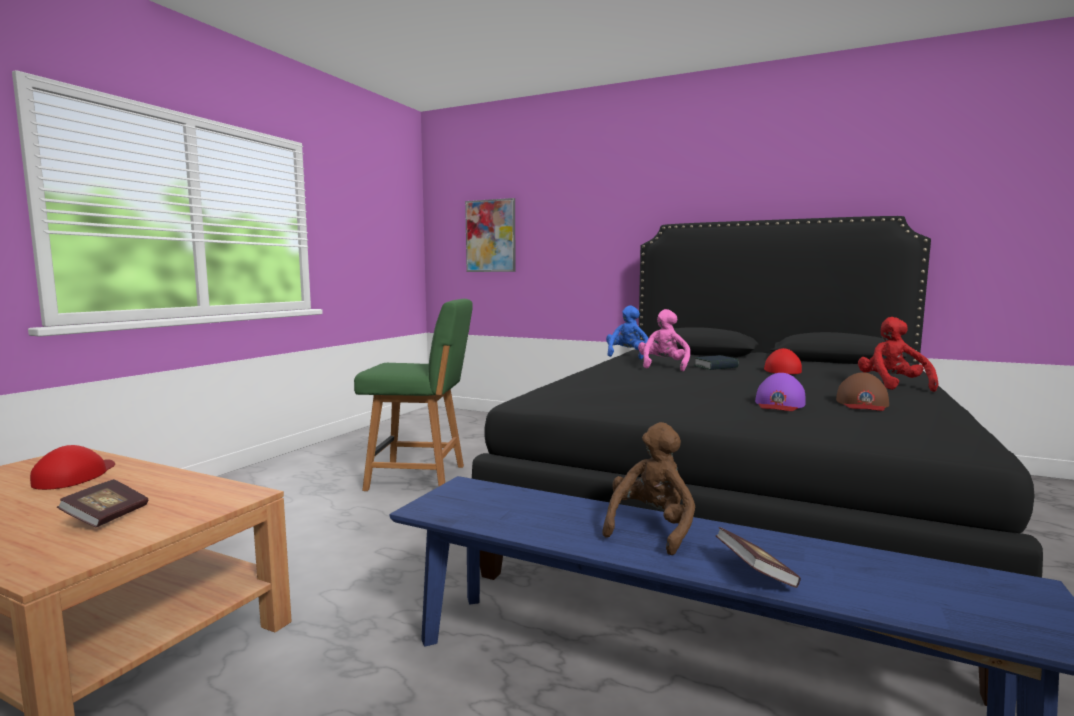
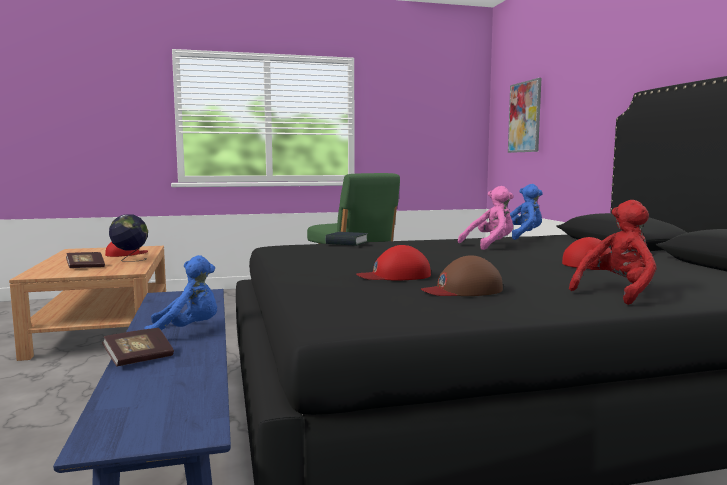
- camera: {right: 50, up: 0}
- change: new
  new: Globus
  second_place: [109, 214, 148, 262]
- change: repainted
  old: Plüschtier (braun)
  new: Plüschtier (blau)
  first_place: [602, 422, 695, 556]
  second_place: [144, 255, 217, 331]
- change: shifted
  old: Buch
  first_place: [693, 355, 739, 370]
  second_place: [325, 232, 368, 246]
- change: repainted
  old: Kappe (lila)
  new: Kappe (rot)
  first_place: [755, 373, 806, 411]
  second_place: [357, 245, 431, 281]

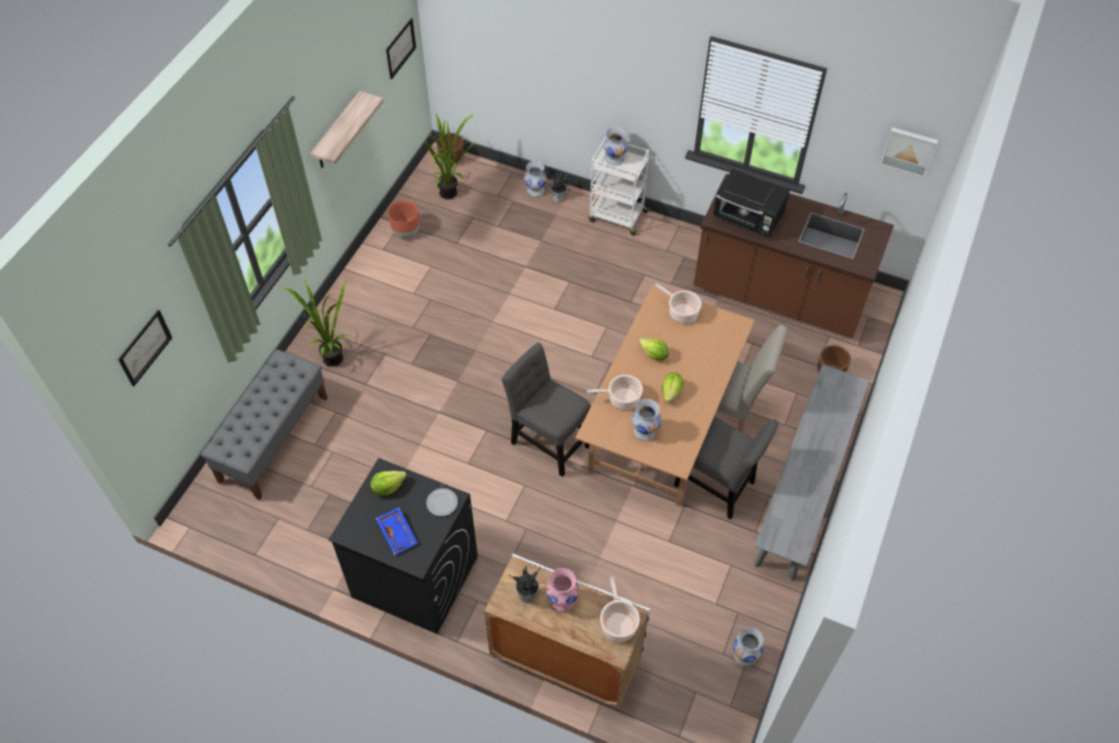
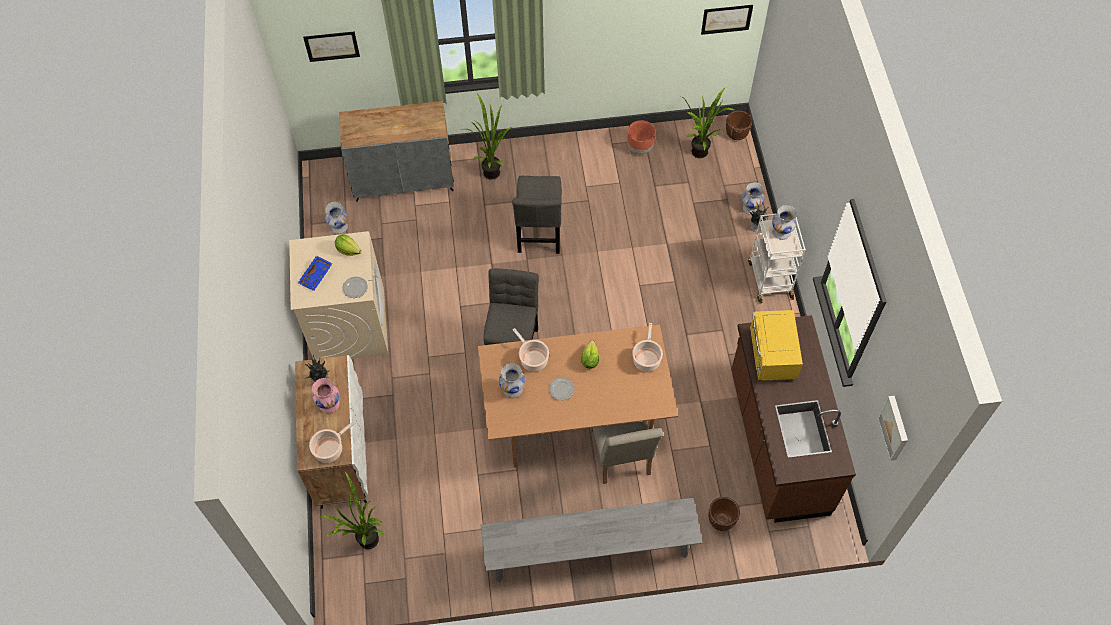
- camera: {right: 60, up: 5}
- change: repainted
  old: Waschmaschine (schwarz)
  new: Waschmaschine (beige)
  first_place: [328, 458, 478, 634]
  second_place: [289, 231, 388, 359]
- change: new
  new: Topfpflanze
  second_place: [321, 472, 384, 549]
- change: shifted
  old: Vase (weiß)
  first_place: [733, 627, 764, 666]
  second_place: [325, 202, 348, 234]
- change: swapped
  old: Bank (grau)
  new: Schrank (grau)
  first_place: [201, 349, 328, 500]
  second_place: [339, 101, 454, 202]
- change: shifted
  old: Stuhl (grau)
  first_place: [674, 416, 779, 519]
  second_place: [512, 176, 562, 254]
- change: swapped
  old: Salatkopf
  new: Teller
  first_place: [662, 373, 684, 403]
  second_place: [549, 377, 575, 401]
- change: repainted
  old: Mikrowelle (schwarz)
  new: Mikrowelle (gelb)
  first_place: [713, 169, 790, 237]
  second_place: [750, 310, 803, 381]
- change: gone
  old: Wandregal
  first_place: [310, 91, 384, 168]

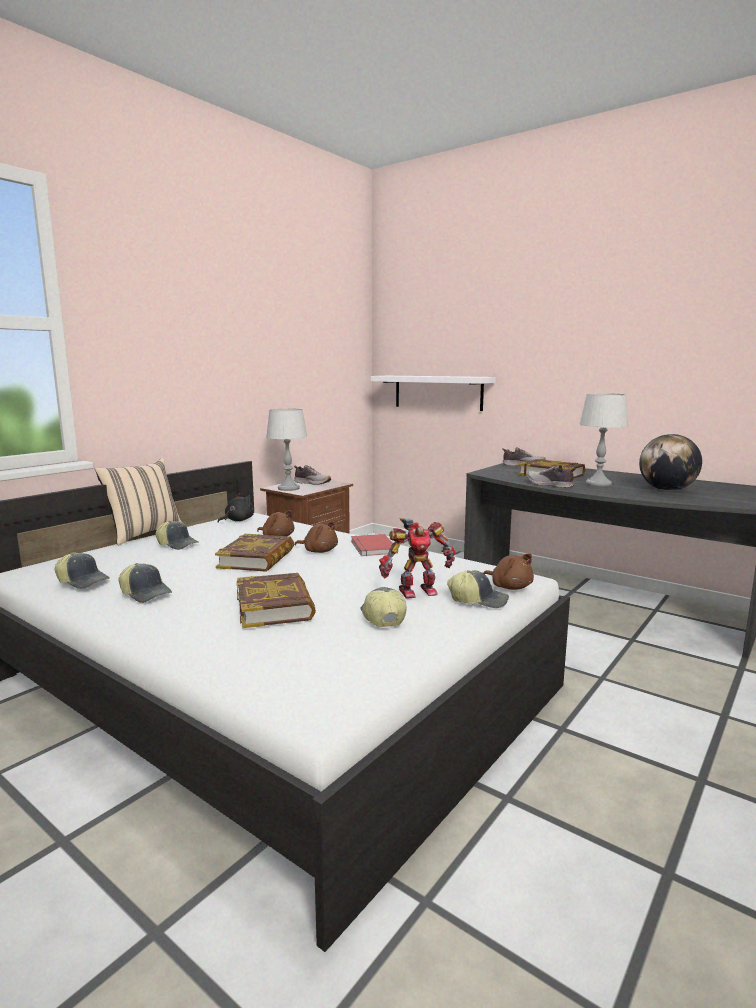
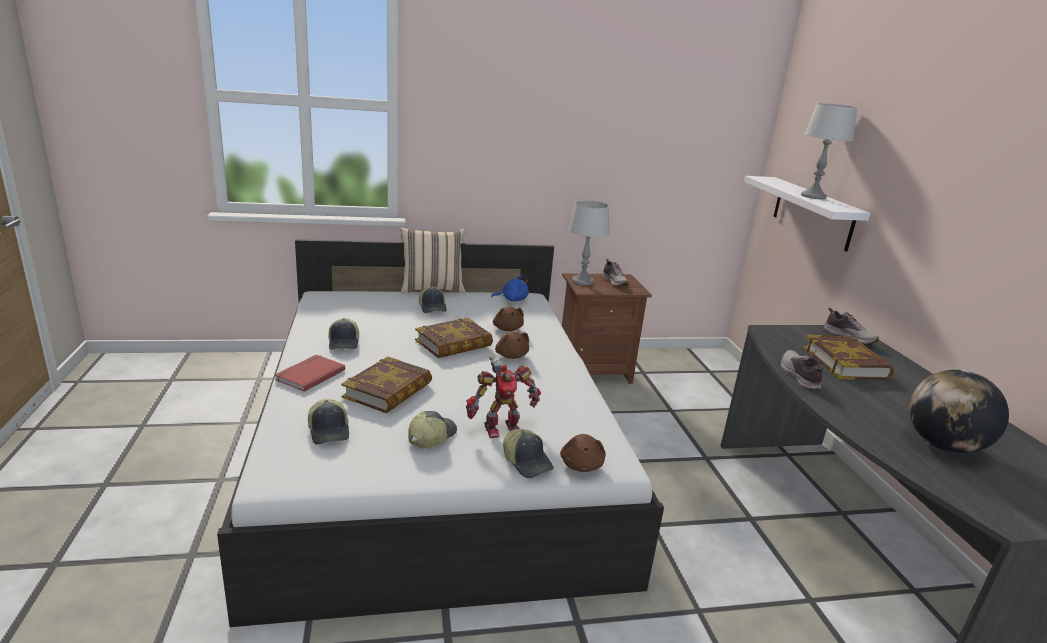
- camera: {right: 40, up: 10}
- change: shifted
  old: Buch (rot)
  first_place: [351, 534, 398, 556]
  second_place: [275, 355, 345, 392]
- change: shifted
  old: Kappe
  first_place: [55, 553, 110, 589]
  second_place: [308, 399, 349, 445]
- change: rotated
  old: Spielzeugroboter
  first_place: [379, 518, 456, 599]
  second_place: [466, 356, 541, 438]
  degrees: -45
- change: repainted
  old: Plüschtier (schwarz)
  new: Plüschtier (blau)
  first_place: [217, 493, 254, 523]
  second_place: [491, 275, 529, 301]
- change: shifted
  old: Tischlampe (grau)
  first_place: [579, 393, 628, 486]
  second_place: [801, 103, 857, 199]

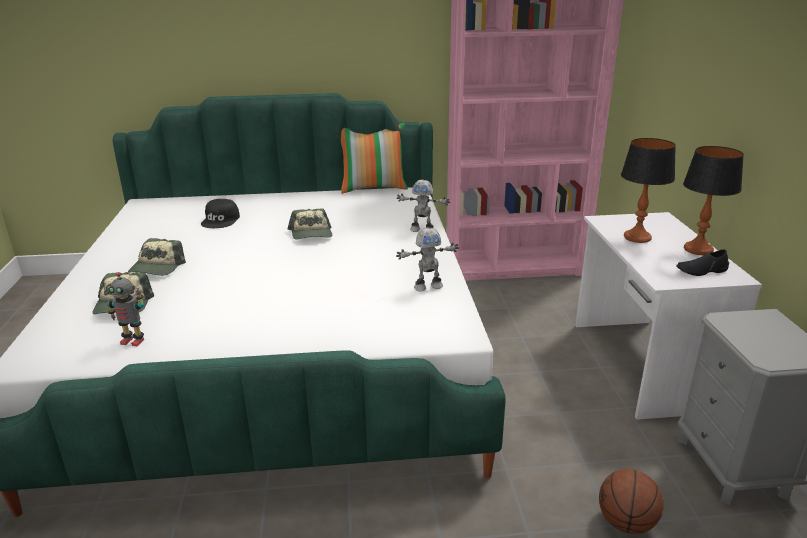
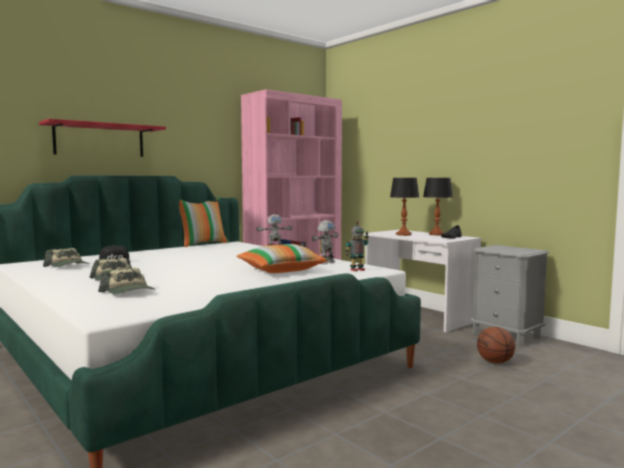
- camera: {right: -35, up: -20}
- change: new
  new: Wandregal (rot)
  second_place: [39, 119, 166, 157]
- change: shifted
  old: Kappe
  first_place: [287, 209, 332, 240]
  second_place: [43, 248, 89, 267]
- change: new
  new: Kissen
  second_place: [237, 244, 328, 273]
- change: shifted
  old: Spielzeugroboter
  first_place: [107, 272, 144, 347]
  second_place: [345, 221, 369, 271]

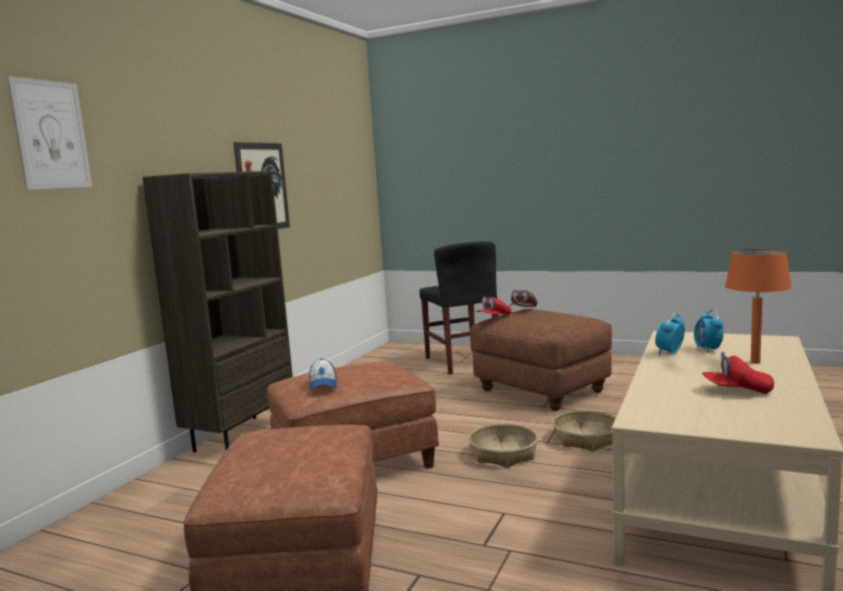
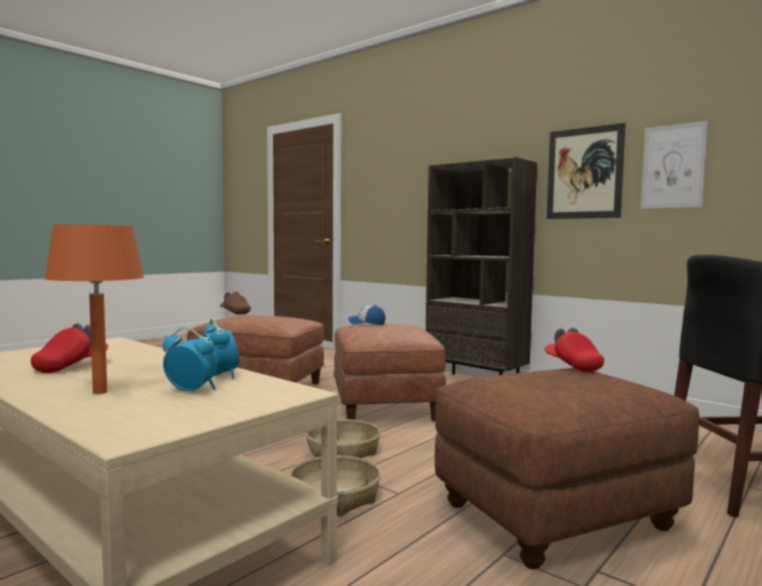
- camera: {right: 105, up: -5}
- change: shifted
  old: Kappe (braun)
  first_place: [510, 290, 537, 307]
  second_place: [220, 292, 251, 315]
- change: shifted
  old: Bild
  first_place: [7, 76, 92, 190]
  second_place: [641, 121, 708, 209]

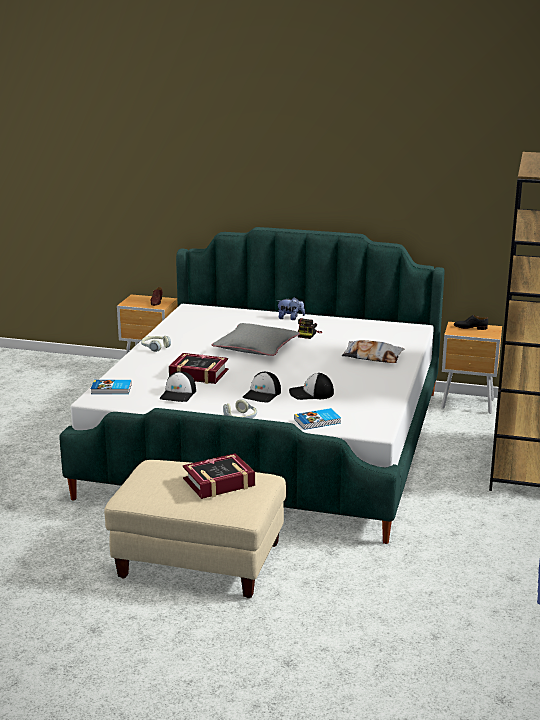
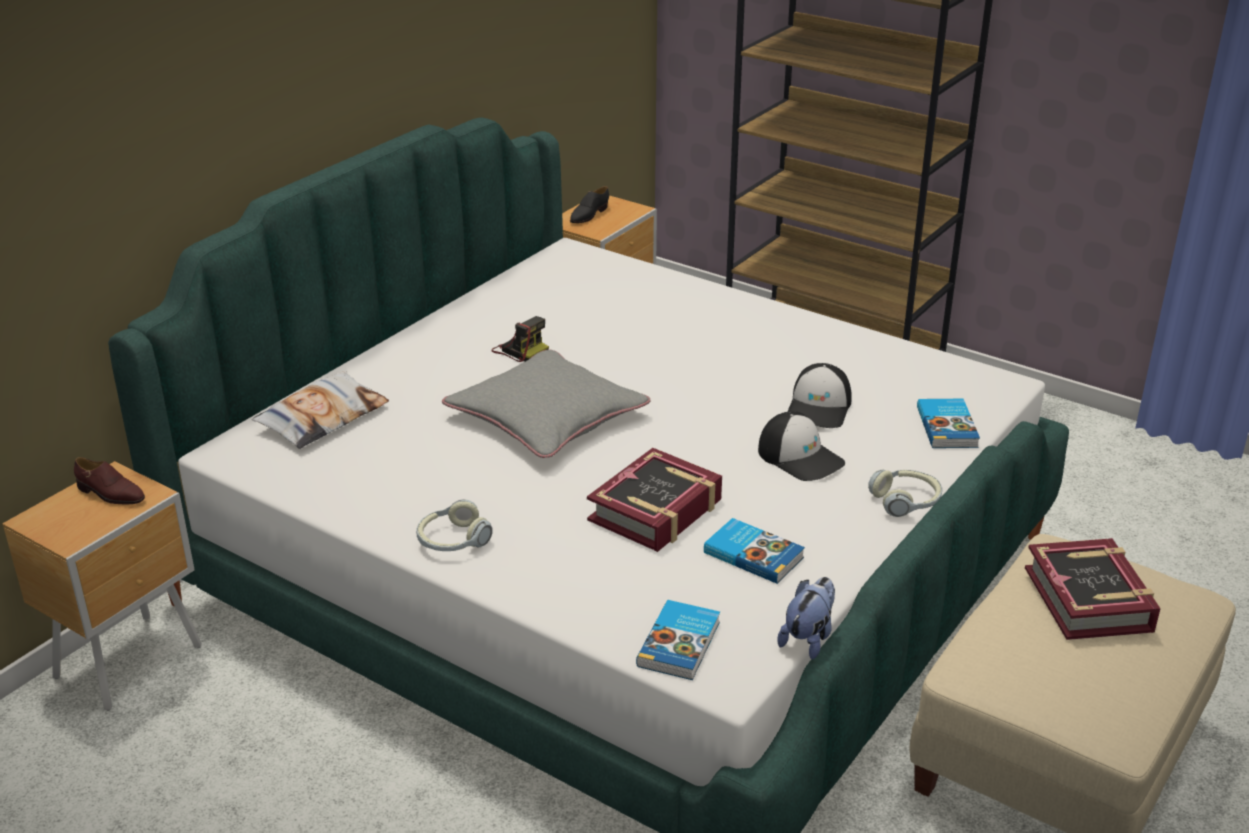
- camera: {right: -70, up: 10}
- change: shifted
  old: Kissen
  first_place: [342, 340, 404, 363]
  second_place: [252, 371, 389, 449]
- change: swapped
  old: Kappe
  new: Buch
  first_place: [160, 371, 196, 402]
  second_place: [704, 518, 805, 584]
- change: shifted
  old: Plüschtier
  first_place: [278, 297, 305, 320]
  second_place: [777, 577, 835, 659]

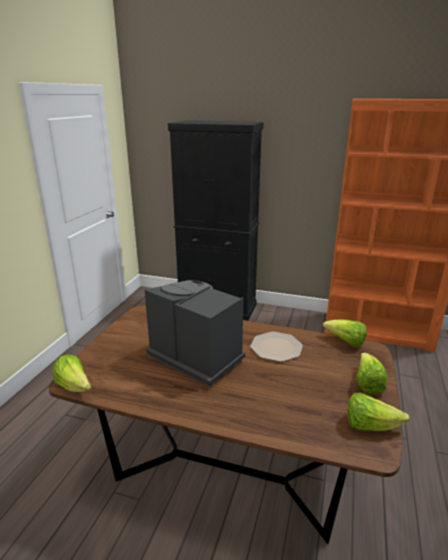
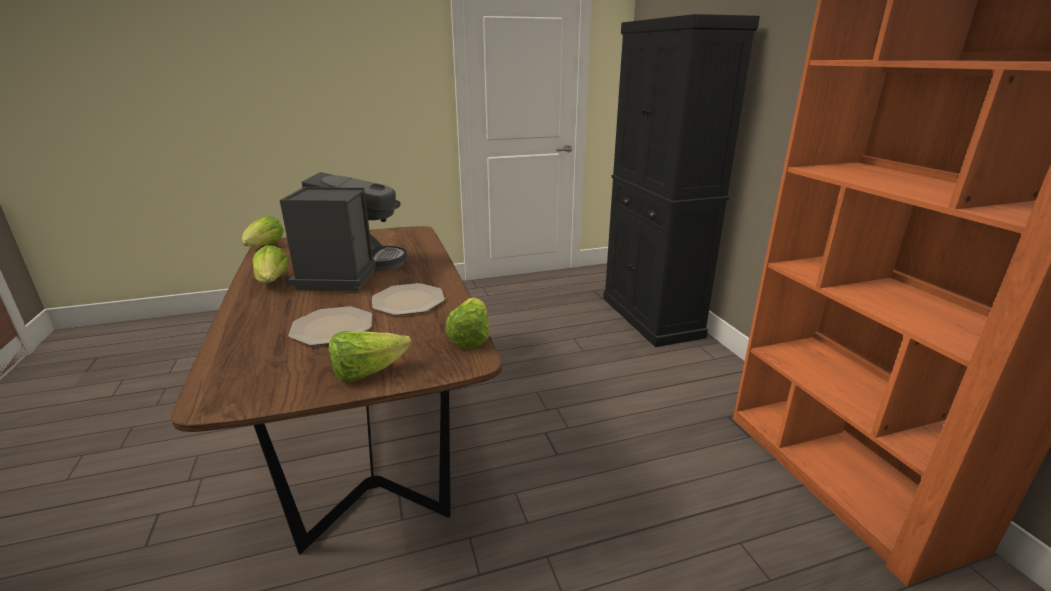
- camera: {right: 55, up: 0}
- change: shifted
  old: Salatkopf
  first_place: [348, 393, 410, 431]
  second_place: [253, 245, 289, 284]
- change: new
  new: Teller
  second_place: [288, 306, 372, 346]

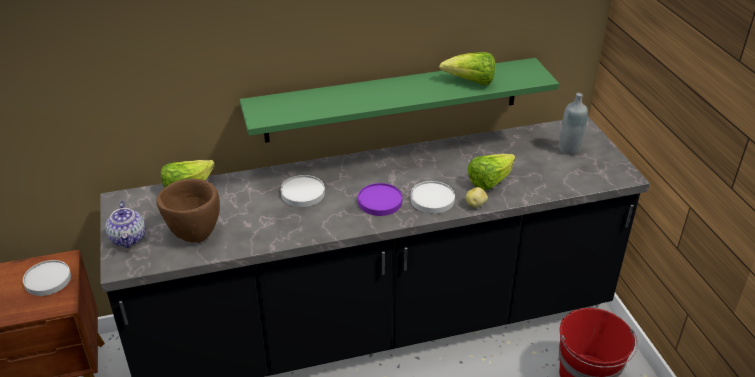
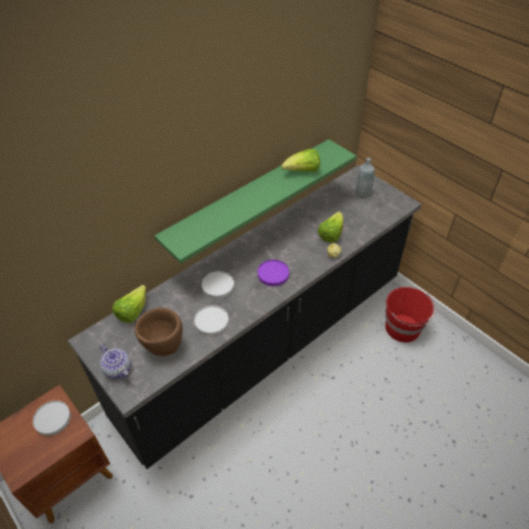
- camera: {right: -25, up: 10}
- change: shifted
  old: Teller (weiß)
  first_place: [410, 181, 455, 214]
  second_place: [194, 305, 229, 336]

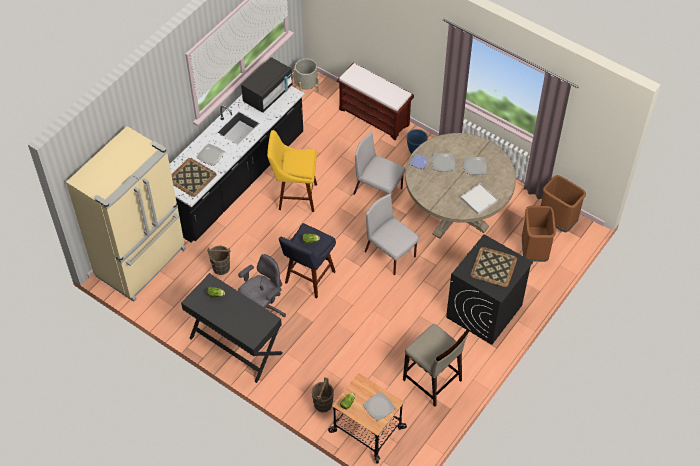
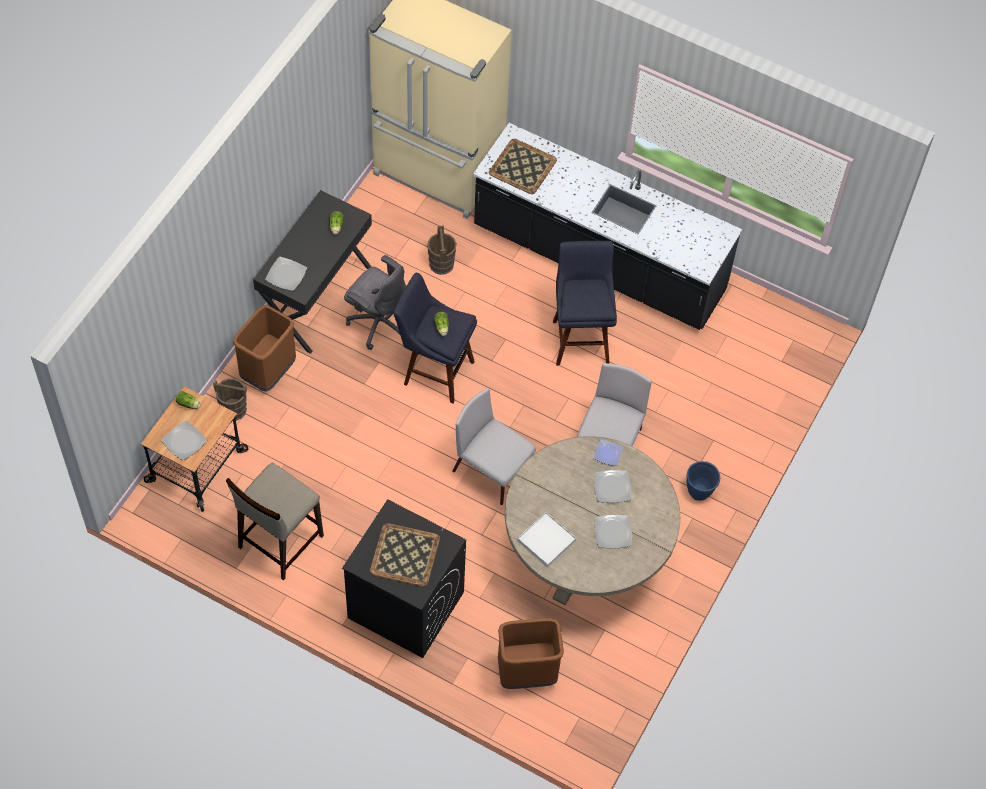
- camera: {right: 80, up: 5}
- change: shifted
  old: Mülleimer (braun)
  first_place: [541, 175, 586, 232]
  second_place: [233, 305, 296, 392]
- change: shifted
  old: Teller
  first_place: [196, 143, 225, 166]
  second_place: [265, 257, 307, 291]
- change: rotated
  old: Stuhl (grau)
  first_place: [365, 194, 419, 275]
  second_place: [452, 388, 536, 505]
  degrees: -90
- change: repainted
  old: Hocker (gelb)
  new: Hocker (blau)
  first_place: [267, 130, 317, 212]
  second_place: [553, 241, 617, 366]
- change: gone
  old: Mikrowelle (schwarz)
  first_place: [241, 57, 293, 113]
- change: gone
  old: Pflanzkübel (grau)
  first_place: [294, 58, 319, 93]
- change: gone
  old: Bank (braun)
  first_place: [337, 63, 414, 140]

